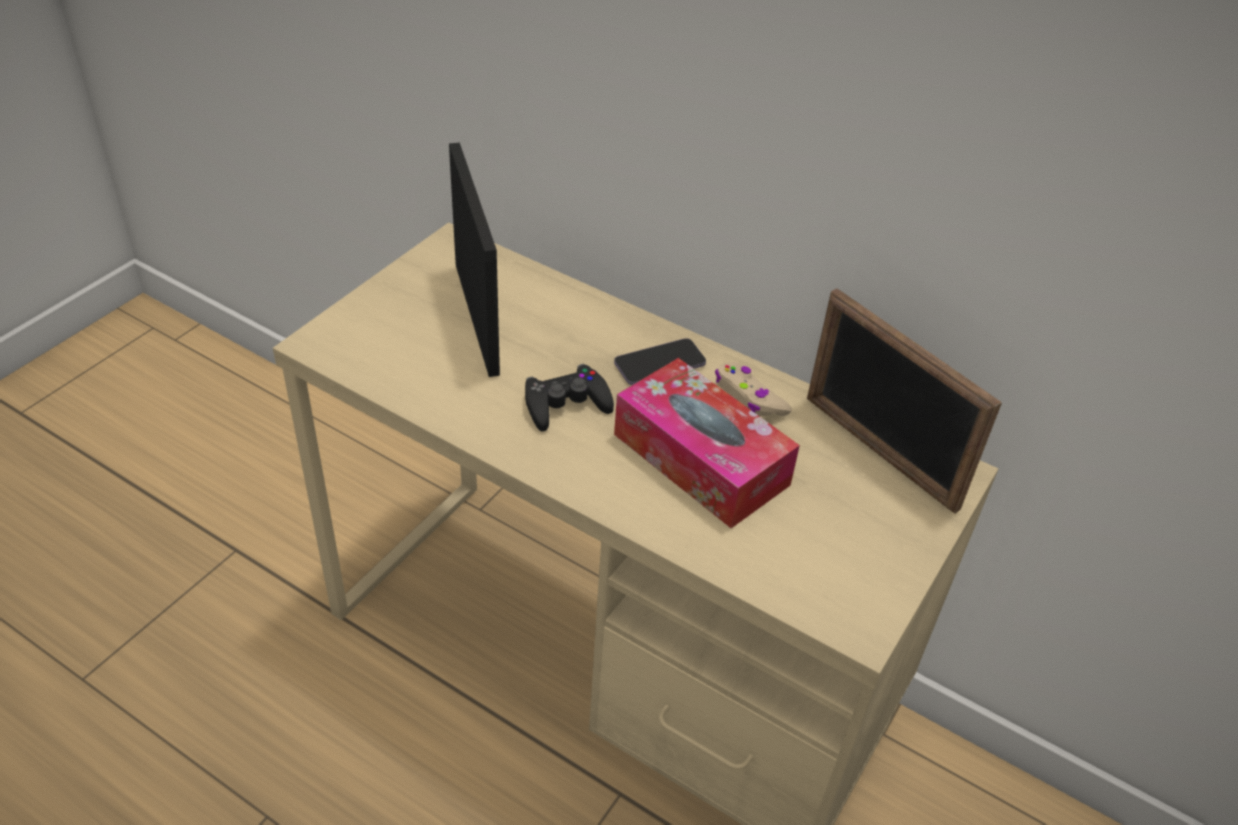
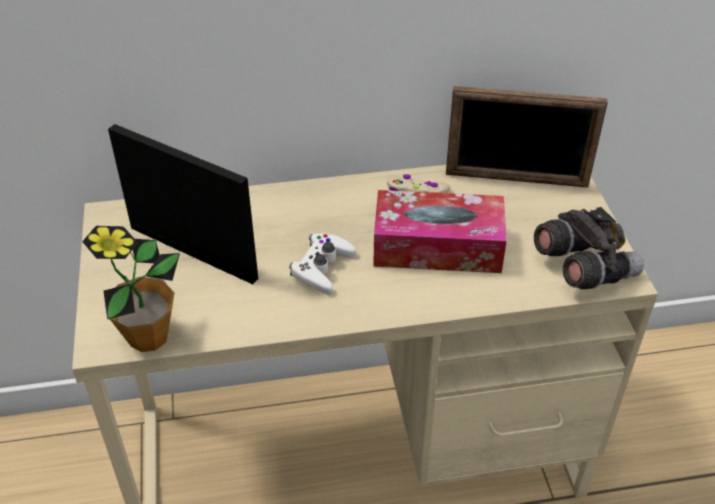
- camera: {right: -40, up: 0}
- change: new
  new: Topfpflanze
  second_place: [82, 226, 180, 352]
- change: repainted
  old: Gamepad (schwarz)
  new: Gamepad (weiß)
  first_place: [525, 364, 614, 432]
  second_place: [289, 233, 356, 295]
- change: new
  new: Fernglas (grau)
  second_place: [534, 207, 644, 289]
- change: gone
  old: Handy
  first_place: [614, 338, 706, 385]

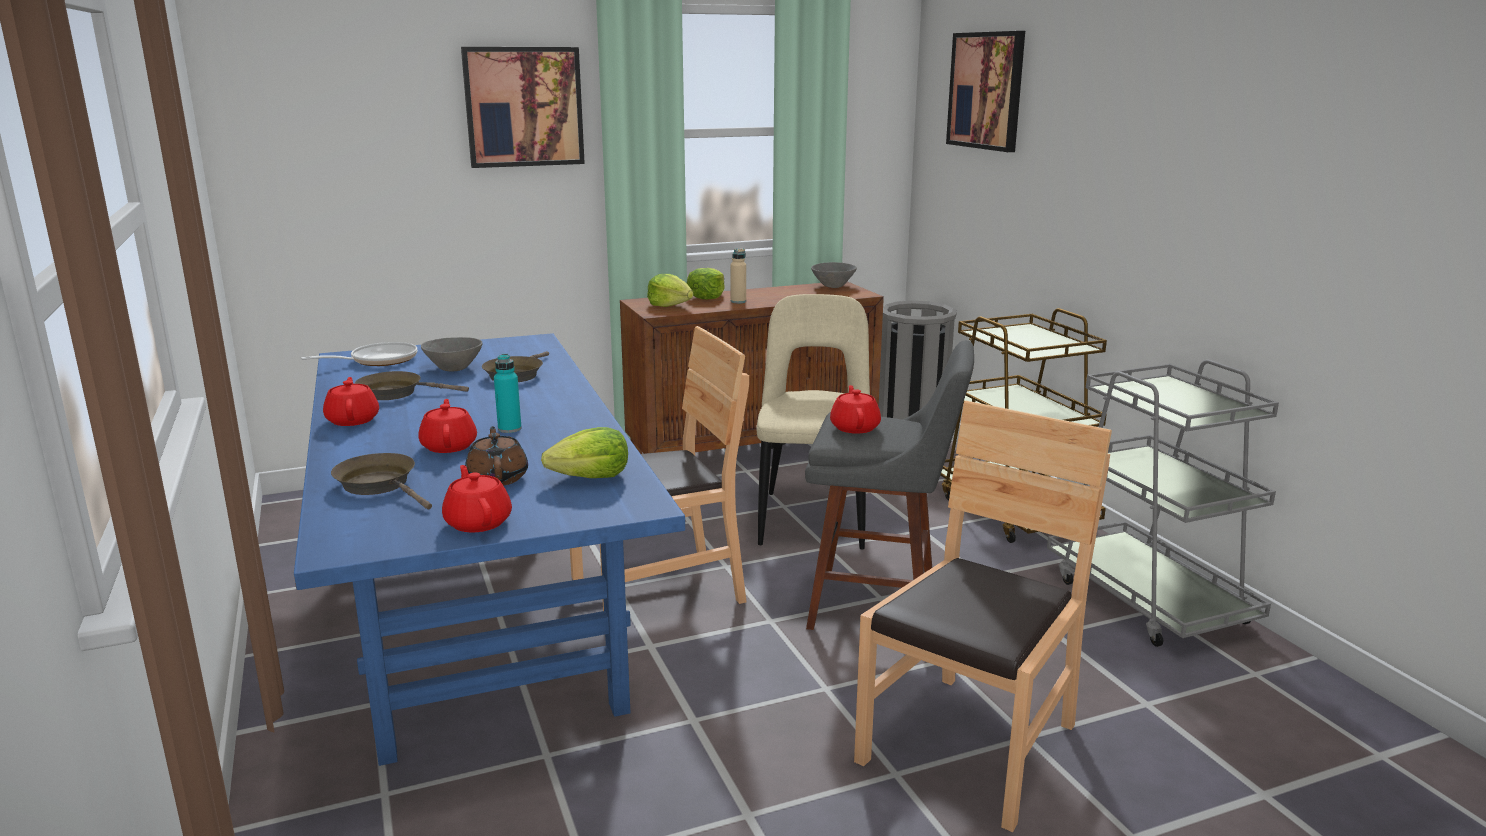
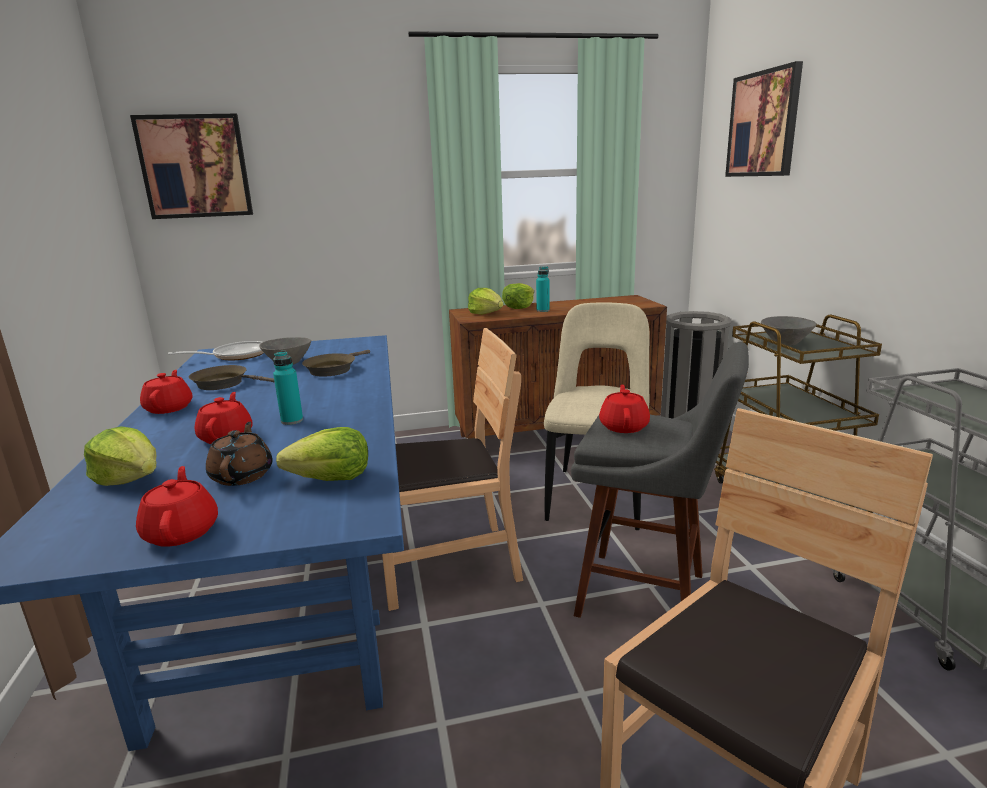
- camera: {right: 10, up: 0}
- change: swapped
  old: Pfanne (braun)
  new: Salatkopf
  first_place: [331, 453, 432, 510]
  second_place: [84, 426, 157, 486]
- change: shifted
  old: Bild
  first_place: [461, 47, 585, 168]
  second_place: [130, 114, 253, 219]
- change: repainted
  old: Flasche (beige)
  new: Flasche (türkis)
  first_place: [730, 249, 746, 303]
  second_place: [536, 266, 550, 312]
- change: shifted
  old: Schüssel (grau)
  first_place: [811, 262, 857, 288]
  second_place: [761, 316, 817, 346]

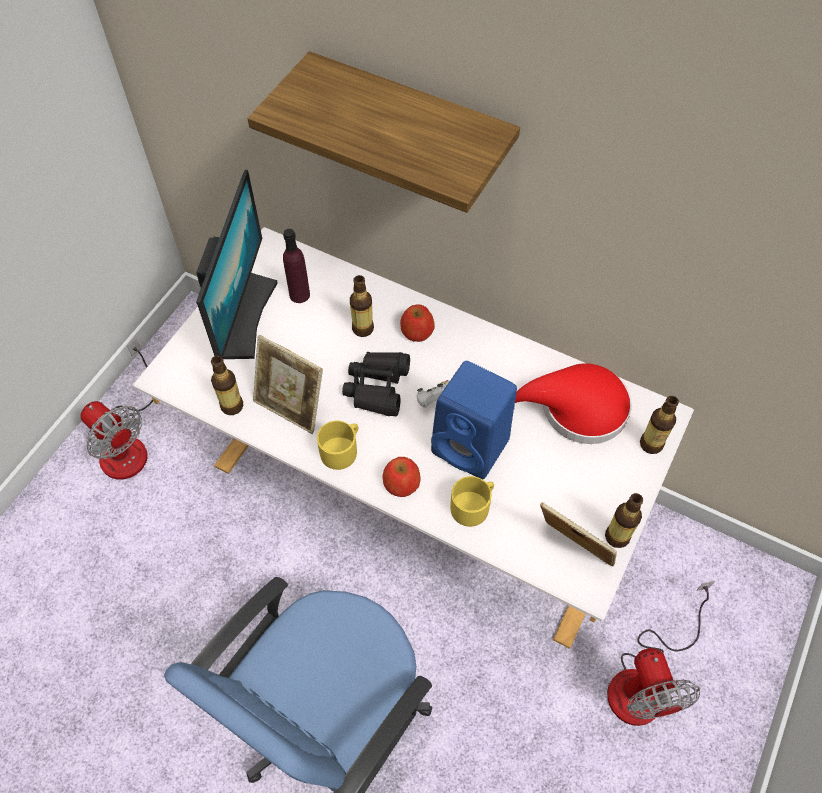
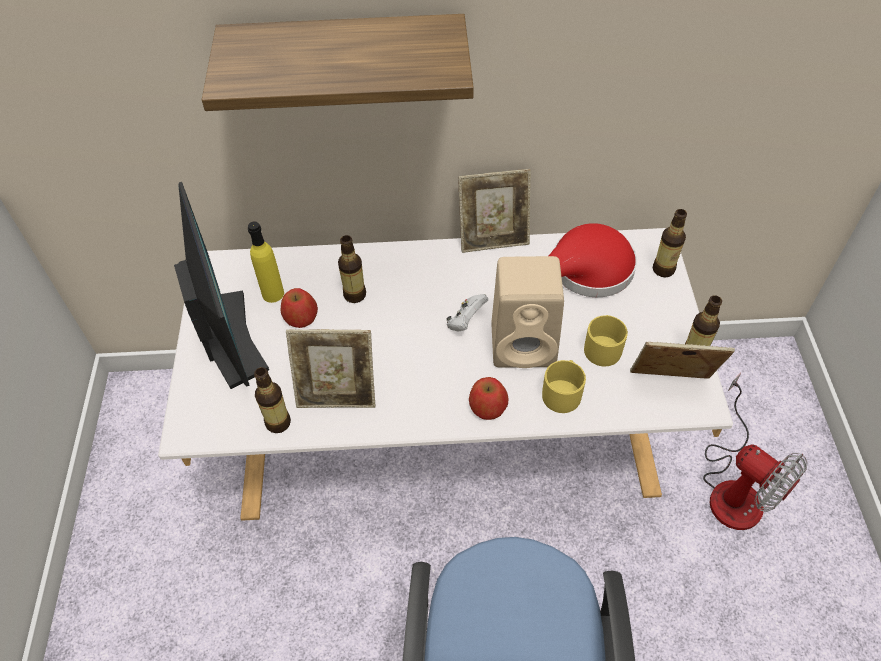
- camera: {right: -30, up: -5}
- change: repainted
  old: Flasche (lila)
  new: Flasche (gelb)
  first_place: [283, 229, 310, 303]
  second_place: [248, 221, 284, 303]
- change: shifted
  old: Apfel
  first_place: [400, 304, 435, 342]
  second_place: [281, 288, 318, 328]
- change: new
  new: Bilderrahmen
  second_place: [458, 169, 531, 253]
- change: repainted
  old: Lautsprecher (blau)
  new: Lautsprecher (beige)
  first_place: [431, 361, 517, 479]
  second_place: [492, 256, 564, 368]
- change: shifted
  old: Henkelbecher (gelb)
  first_place: [317, 421, 358, 470]
  second_place: [584, 315, 628, 366]
- change: gone
  old: Ventilator
  first_place: [80, 339, 153, 480]
- change: gone
  old: Fernglas (schwarz)
  first_place: [342, 352, 410, 416]

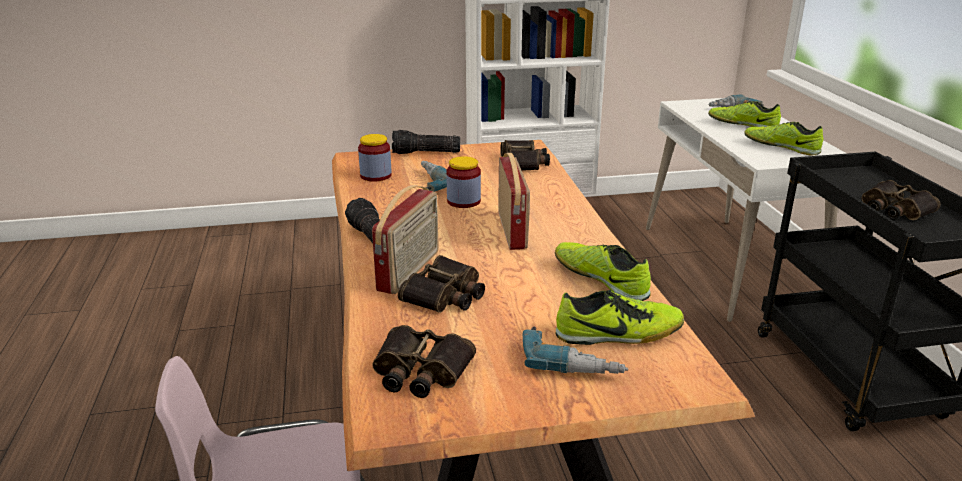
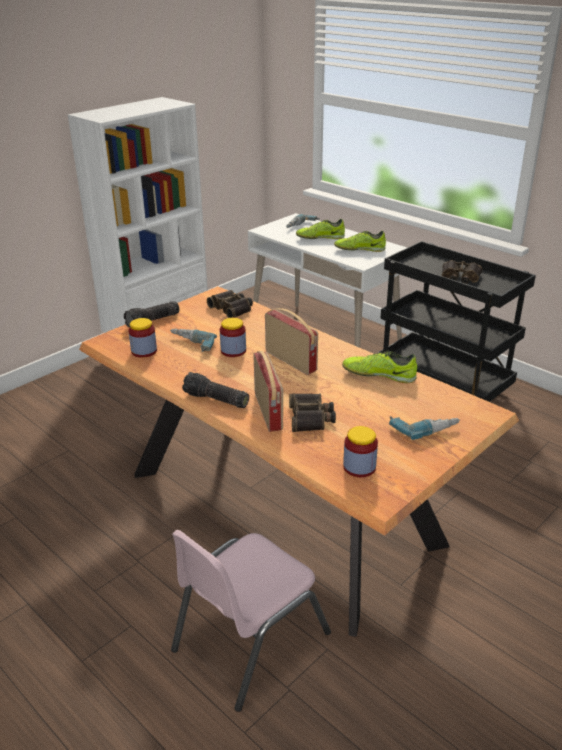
- camera: {right: -35, up: 5}
- change: swapped
  old: Fernglas
  new: Vorratsglas
  first_place: [372, 325, 476, 398]
  second_place: [343, 426, 378, 477]
- change: gone
  old: Schuh
  first_place: [555, 290, 684, 345]

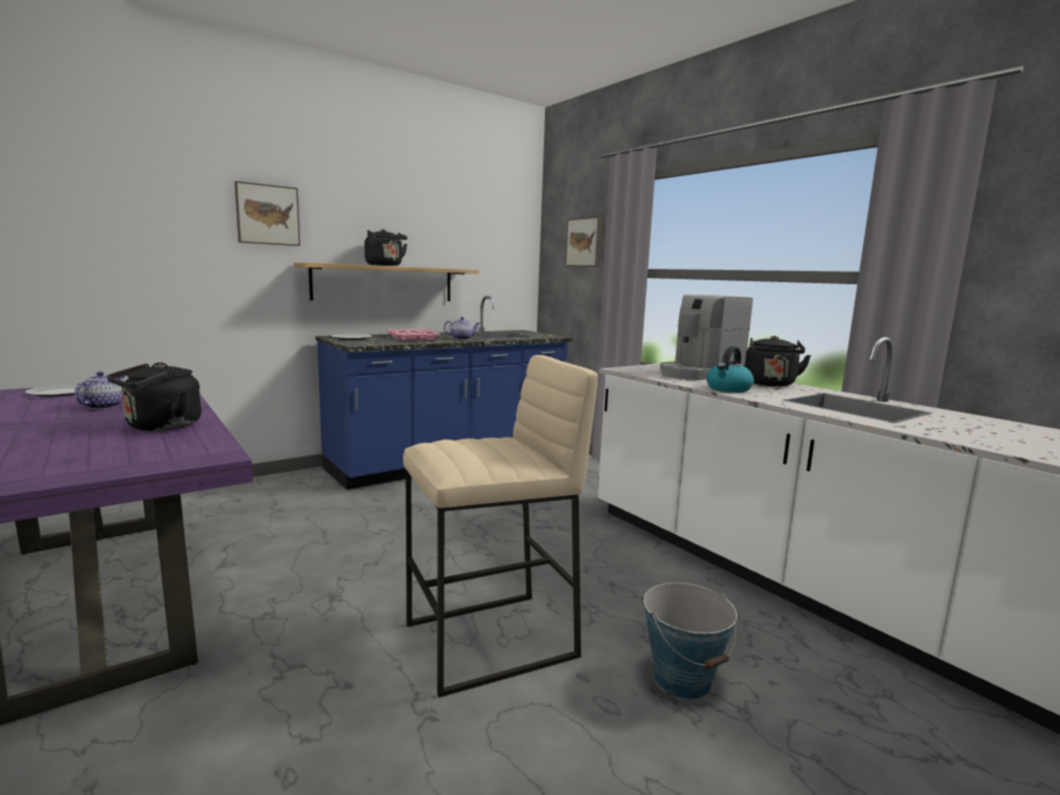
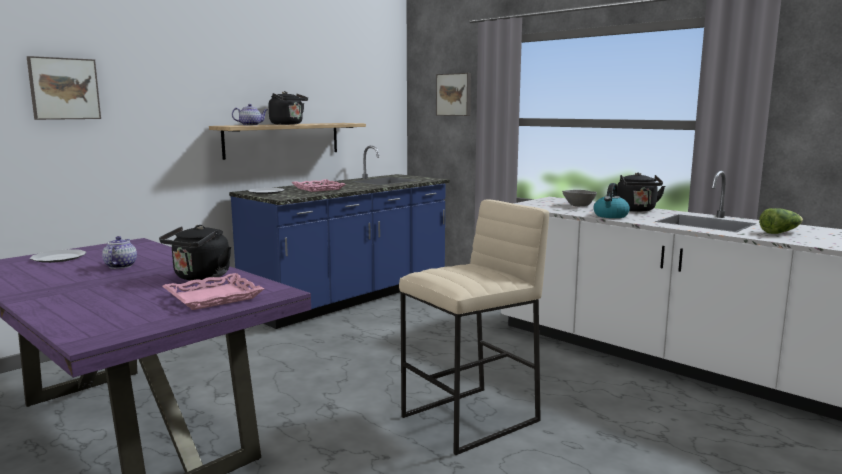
- camera: {right: -10, up: 0}
- change: shifted
  old: Bild
  first_place: [235, 181, 300, 246]
  second_place: [27, 56, 101, 120]
- change: new
  new: Tablett (rosa)
  second_place: [162, 273, 264, 310]
- change: shifted
  old: Teekanne
  first_place: [444, 317, 480, 339]
  second_place: [232, 104, 267, 126]
- change: swapped
  old: Kaffeemaschine
  new: Schüssel (grau)
  first_place: [660, 295, 753, 380]
  second_place: [562, 190, 597, 206]
- change: new
  new: Salatkopf
  second_place: [759, 208, 803, 234]
- change: gone
  old: Eimer
  first_place: [644, 583, 737, 700]

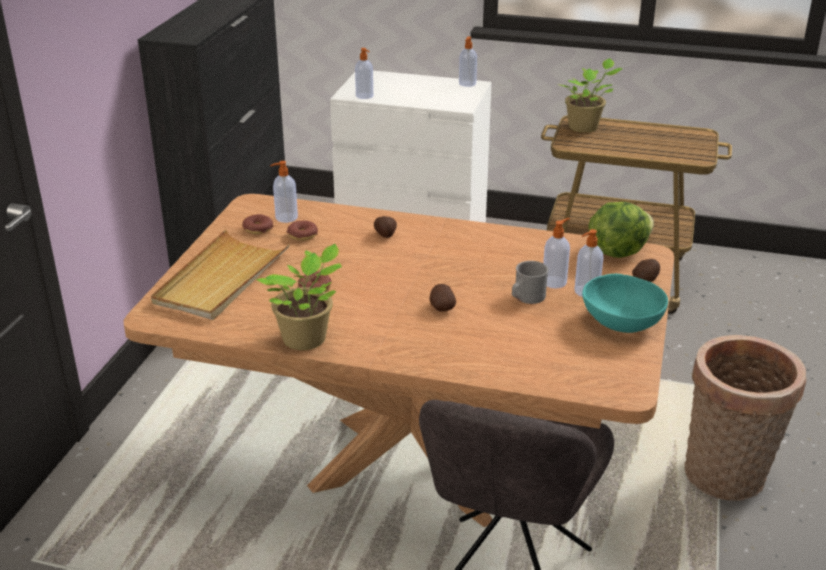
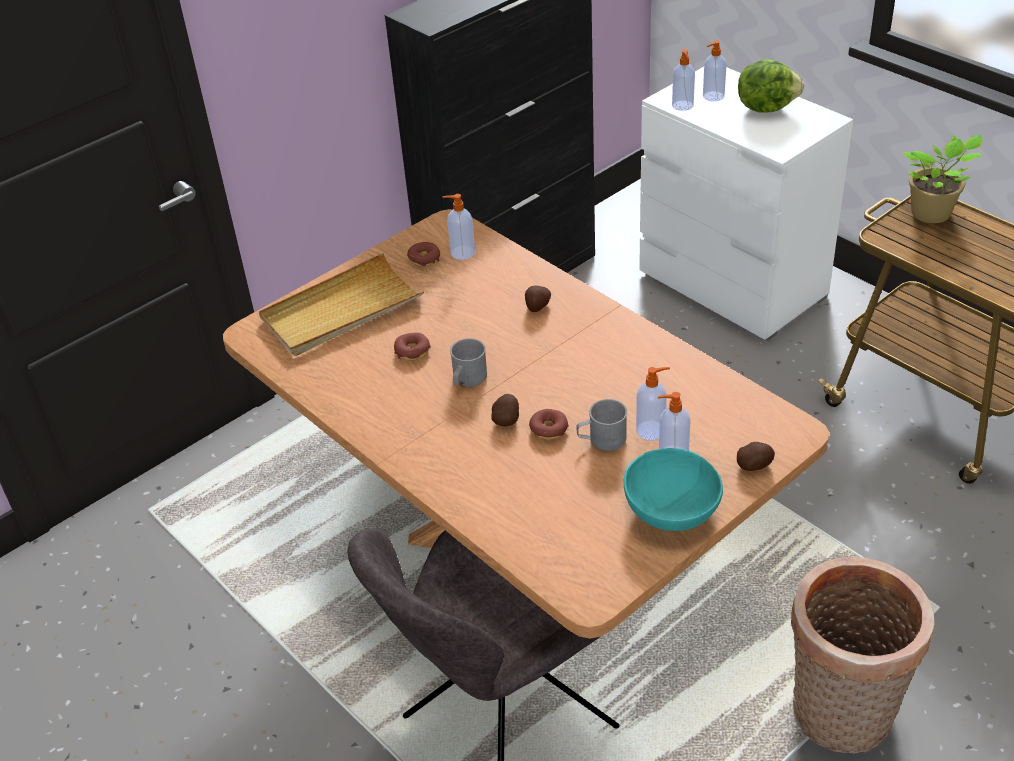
- camera: {right: 35, up: 10}
- change: new
  new: Henkelbecher (grau)
  second_place: [450, 338, 487, 387]
- change: shifted
  old: Donut
  first_place: [287, 220, 318, 241]
  second_place: [529, 409, 569, 440]
- change: shifted
  old: Seifenspender
  first_place: [459, 37, 477, 87]
  second_place: [703, 40, 727, 102]
- change: shifted
  old: Salatkopf
  first_place: [589, 202, 654, 258]
  second_place: [738, 59, 804, 113]
- change: gone
  old: Topfpflanze
  first_place: [255, 244, 342, 350]

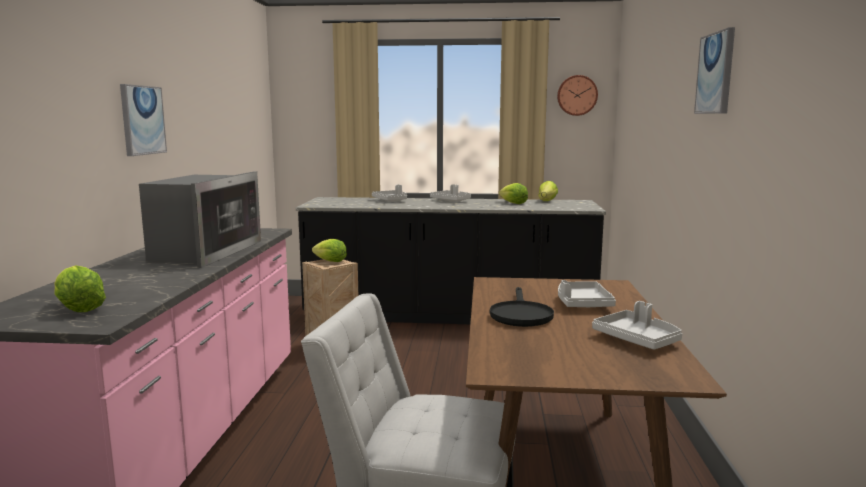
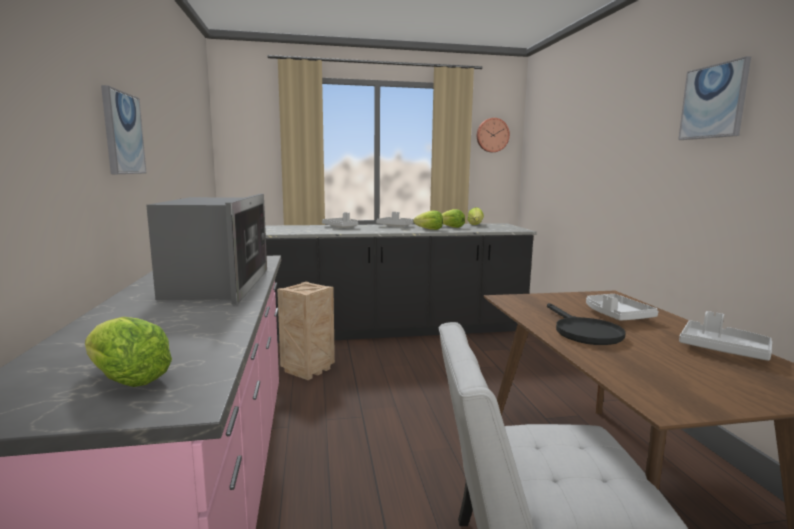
- camera: {right: -15, up: 0}
- change: shifted
  old: Salatkopf
  first_place: [312, 239, 347, 262]
  second_place: [413, 211, 443, 230]

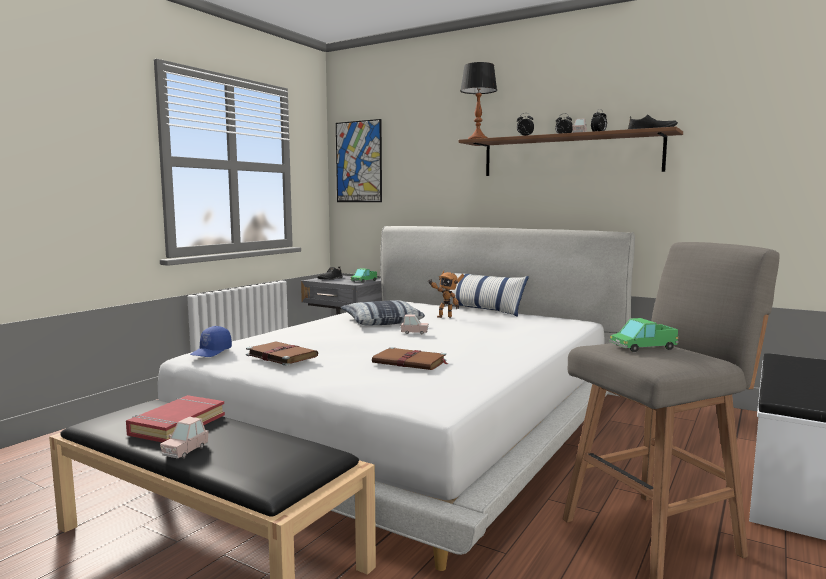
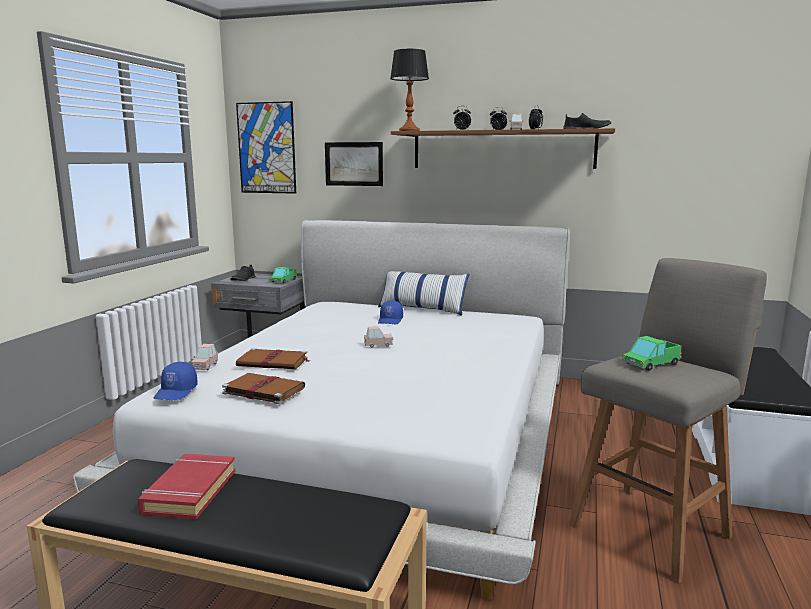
- camera: {right: -15, up: 5}
- change: shifted
  old: Spielzeugauto (rosa)
  first_place: [160, 417, 208, 458]
  second_place: [191, 344, 218, 370]
- change: shifted
  old: Buch (braun)
  first_place: [372, 347, 448, 370]
  second_place: [236, 348, 311, 369]
- change: new
  new: Bild
  second_place: [325, 142, 383, 186]
- change: swapped
  old: Spielzeugroboter
  new: Kappe (blau)
  first_place: [428, 270, 464, 318]
  second_place: [378, 300, 403, 324]
- change: gone
  old: Kissen
  first_place: [341, 300, 425, 325]

